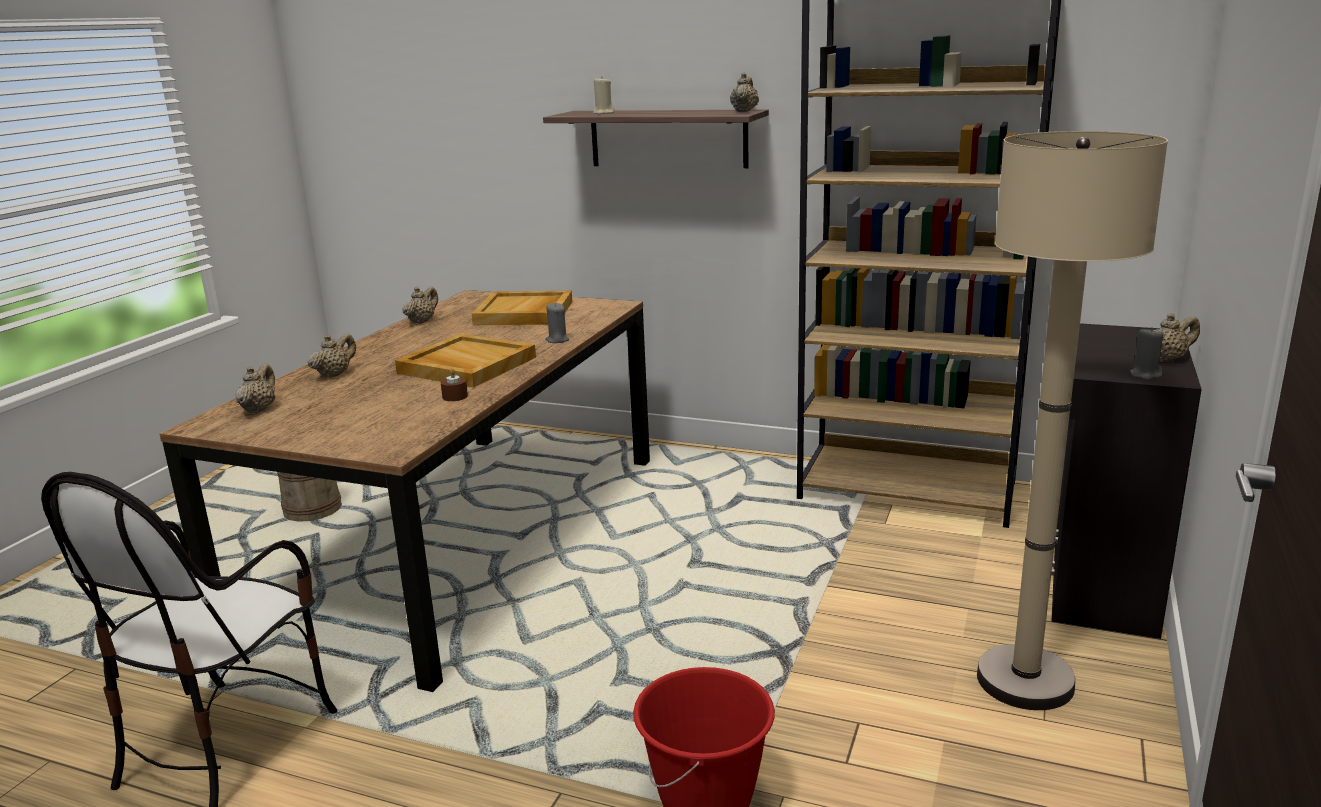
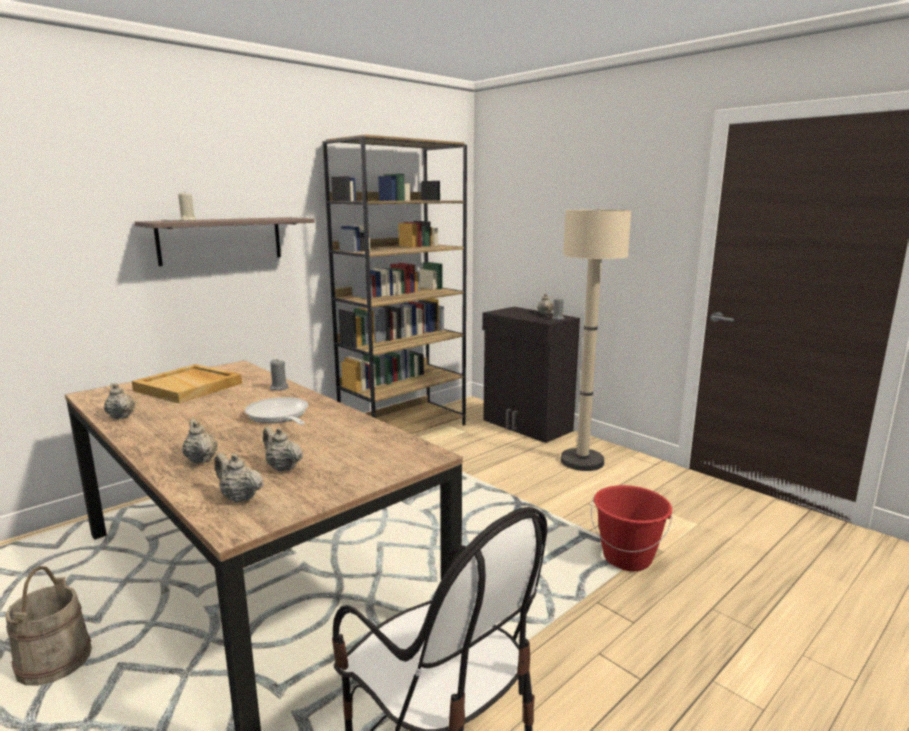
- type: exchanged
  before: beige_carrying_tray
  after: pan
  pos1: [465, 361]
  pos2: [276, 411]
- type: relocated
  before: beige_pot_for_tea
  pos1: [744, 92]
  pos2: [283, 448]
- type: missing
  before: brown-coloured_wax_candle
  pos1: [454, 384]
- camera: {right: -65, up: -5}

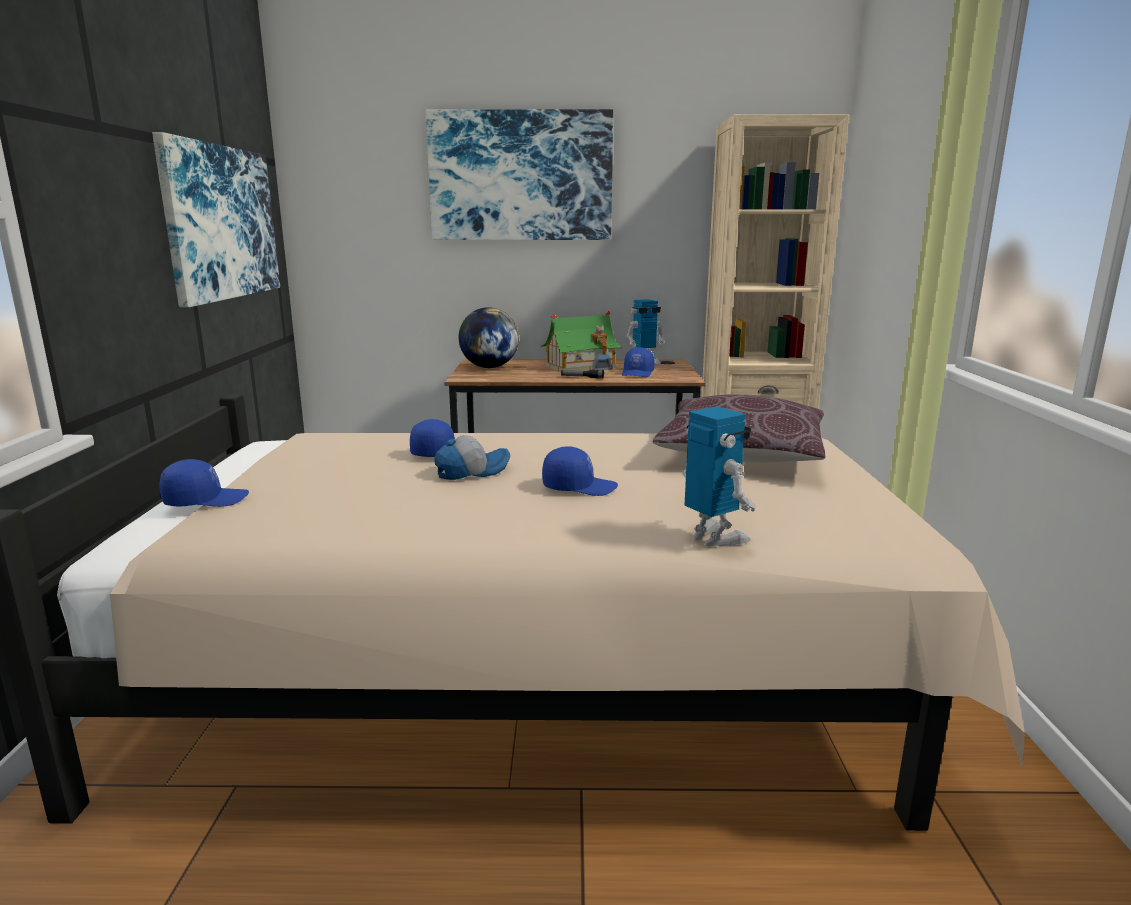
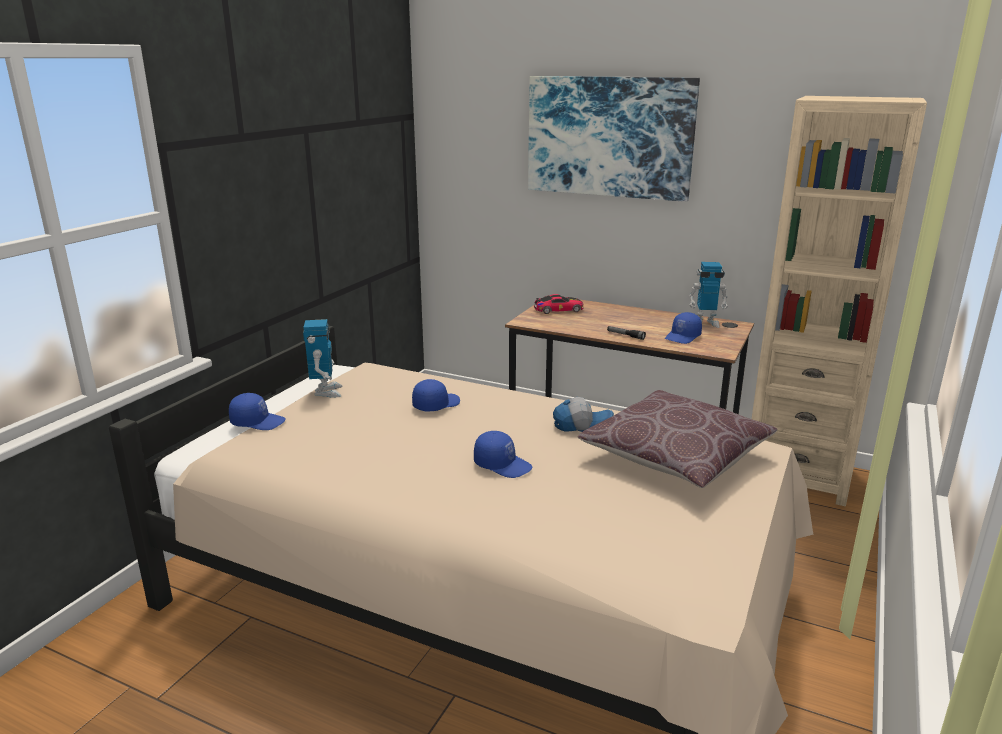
- type: relocated
  before: toy_robot
  pos1: [719, 476]
  pos2: [323, 358]
- type: exchanged
  before: world_globe
  after: toy_car
  pos1: [489, 337]
  pos2: [558, 304]
- type: relocated
  before: cap
  pos1: [472, 457]
  pos2: [583, 414]
- type: missing
  before: picture
  pos1: [216, 219]
- type: missing
  before: toy_house
  pos1: [581, 341]
- camera: {right: 25, up: 5}

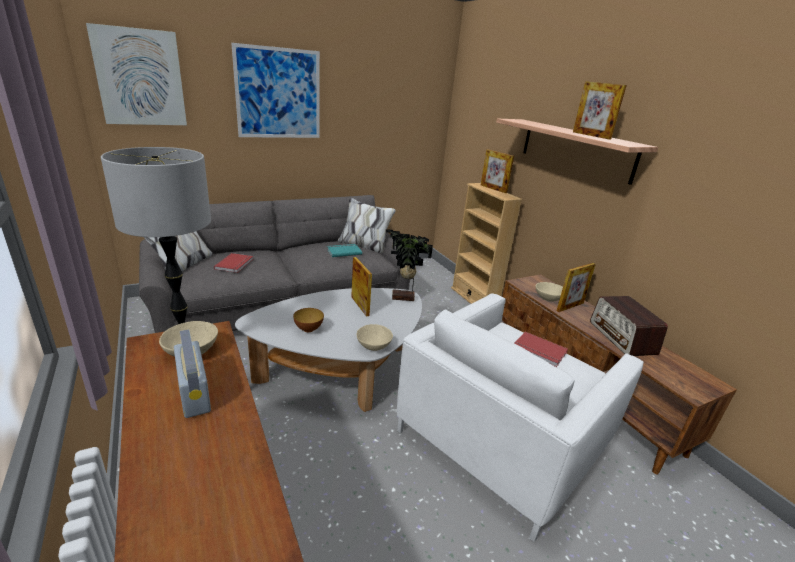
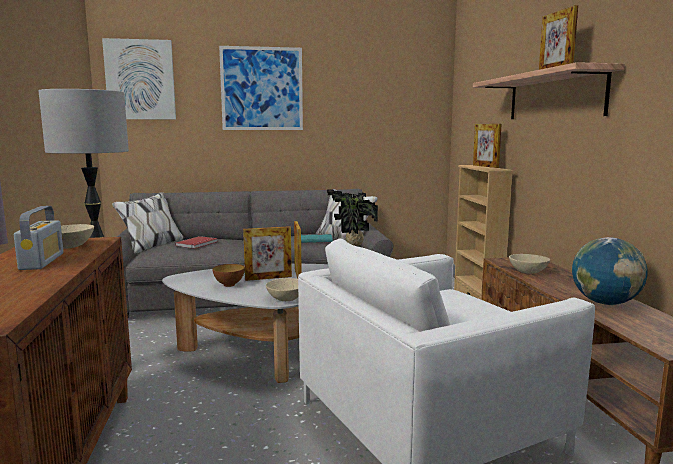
- type: relocated
  before: photo_frame
  pos1: [576, 287]
  pos2: [267, 253]
- type: exchanged
  before: radio_receiver
  after: world_globe
  pos1: [629, 326]
  pos2: [609, 271]
- type: missing
  before: red-coloured_book
  pos1: [541, 349]
- camera: {right: 20, up: -15}

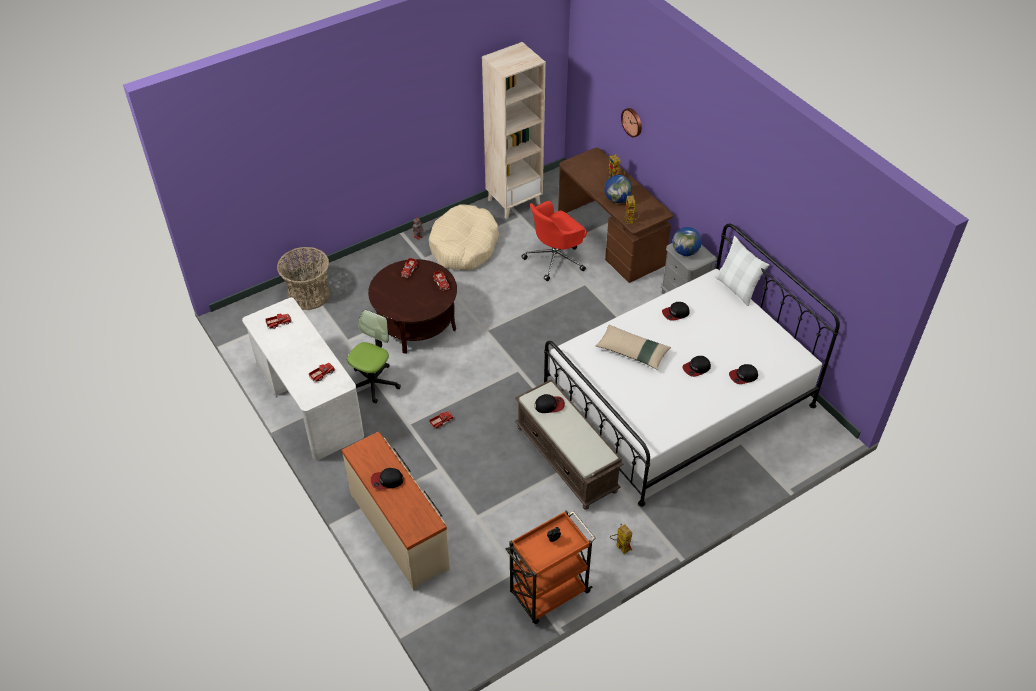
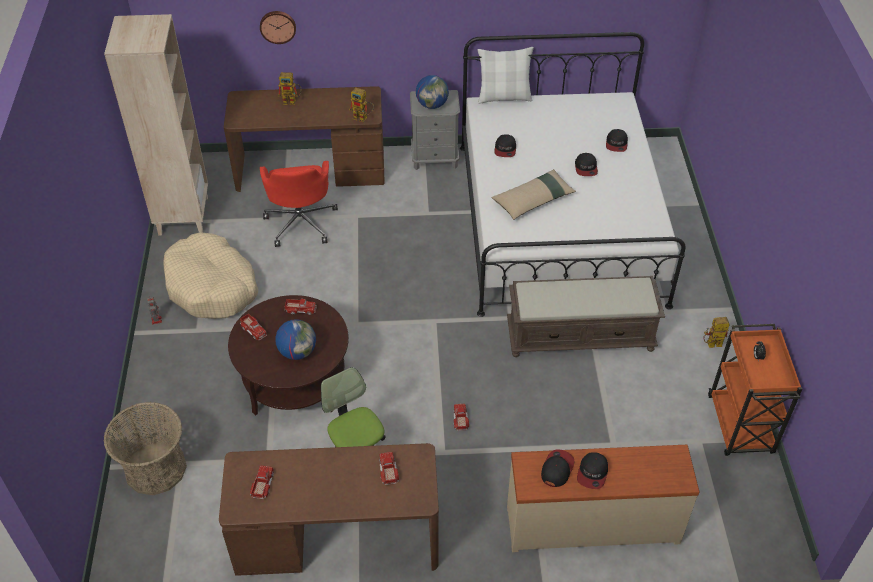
- type: colour
  before: whitish_desk_unit
  after: brown-coloured_desk_unit
  pos1: [303, 378]
  pos2: [329, 509]
- type: relocated
  before: world_globe
  pos1: [618, 189]
  pos2: [295, 339]
- type: relocated
  before: cap
  pos1: [550, 403]
  pos2: [557, 468]
- camera: {right: -60, up: 0}

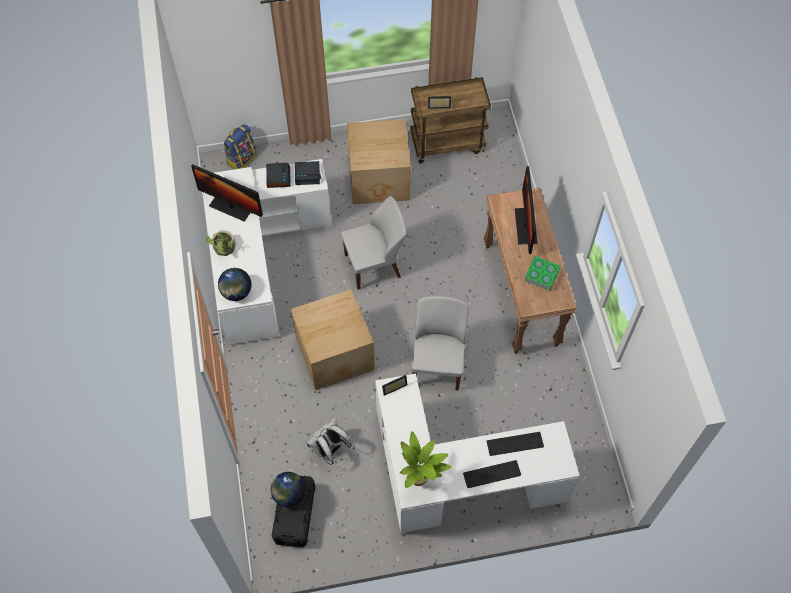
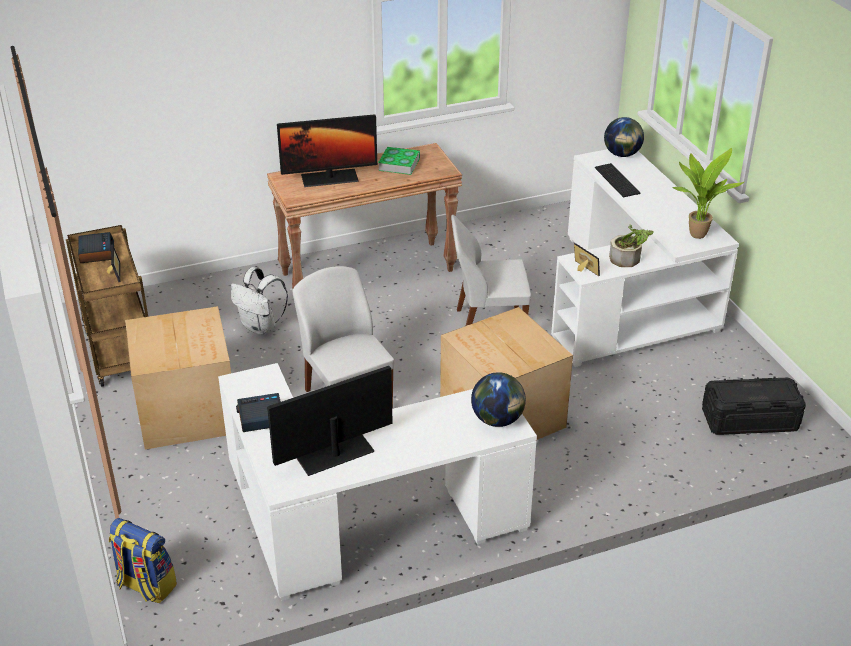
- type: relocated
  before: table_clock
  pos1: [308, 173]
  pos2: [96, 247]
- type: relocated
  before: whitish_rucksack
  pos1: [329, 441]
  pos2: [259, 301]
- type: spun
  before: computer_screen
  pos1: [227, 193]
  pos2: [330, 421]
  turn: -135
- type: relocated
  before: world_globe
  pos1: [288, 489]
  pos2: [624, 137]
- type: relocated
  before: plant_in_a_pot
  pos1: [221, 243]
  pos2: [631, 245]
- type: missing
  before: computer_keyboard
  pos1: [492, 474]
- camera: {right: -100, up: -25}

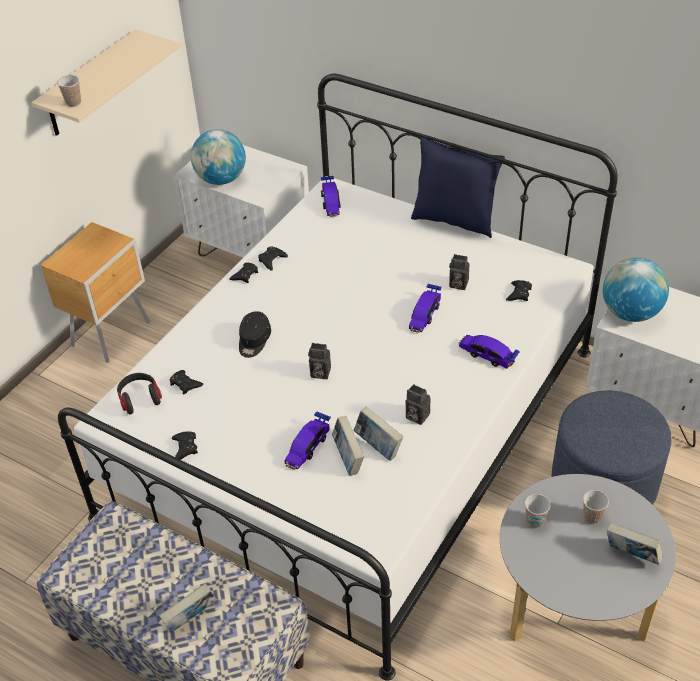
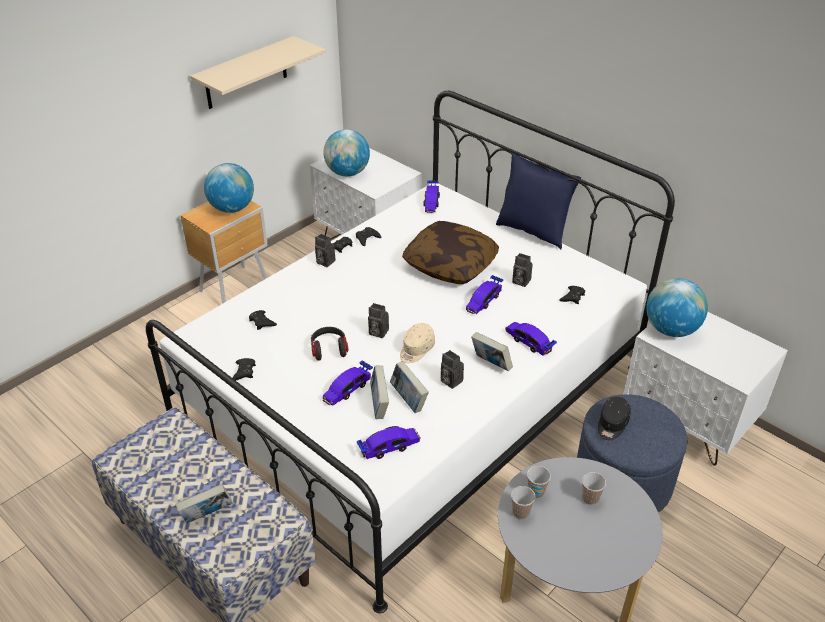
- type: appeared
  after: world_globe
  pos2: [229, 188]
- type: relocated
  before: headphones
  pos1: [139, 393]
  pos2: [329, 344]
- type: appeared
  after: still_camera
  pos2: [325, 250]
- type: appeared
  after: toy_car
  pos2: [389, 442]
- type: appeared
  after: beige_cap
  pos2: [417, 343]
- type: appeared
  after: pillow
  pos2: [450, 252]
- type: relocated
  before: book
  pos1: [634, 543]
  pos2: [492, 351]
- type: relocated
  before: drinking_cup
  pos1: [69, 91]
  pos2: [523, 502]
- type: relocated
  before: black_cap
  pos1: [255, 334]
  pos2: [614, 418]
- camera: {right: 10, up: -5}

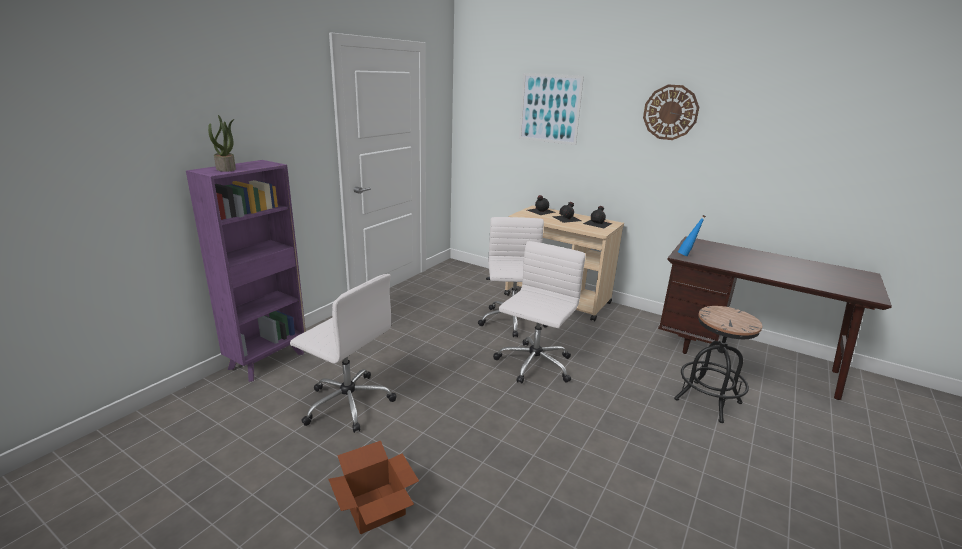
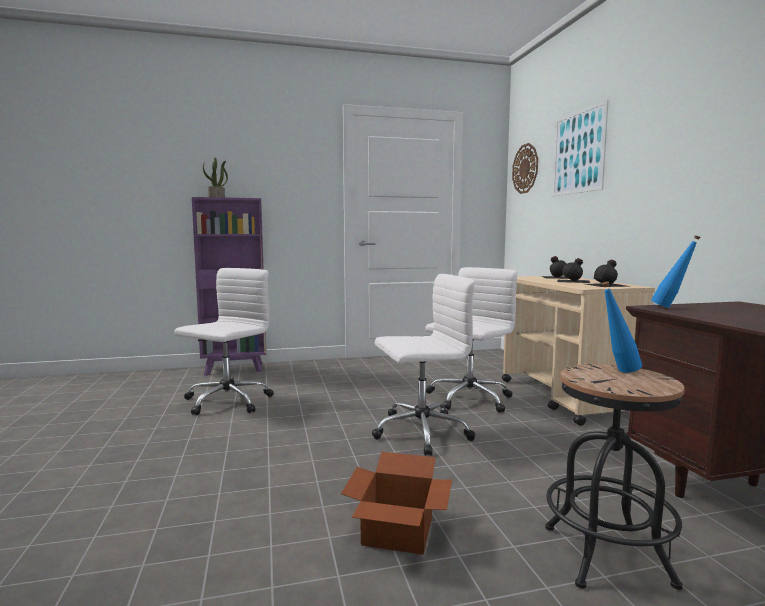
- type: spun
  before: whitish_desk_chair
  pos1: [343, 353]
  pos2: [223, 341]
  turn: -135
- type: relocated
  before: carton
  pos1: [373, 487]
  pos2: [396, 503]
- type: relocated
  before: clock_on_the_wall
  pos1: [671, 112]
  pos2: [525, 168]
- type: appeared
  after: blue-coloured_beverage_bottle
  pos2: [622, 327]
- camera: {right: 45, up: -15}

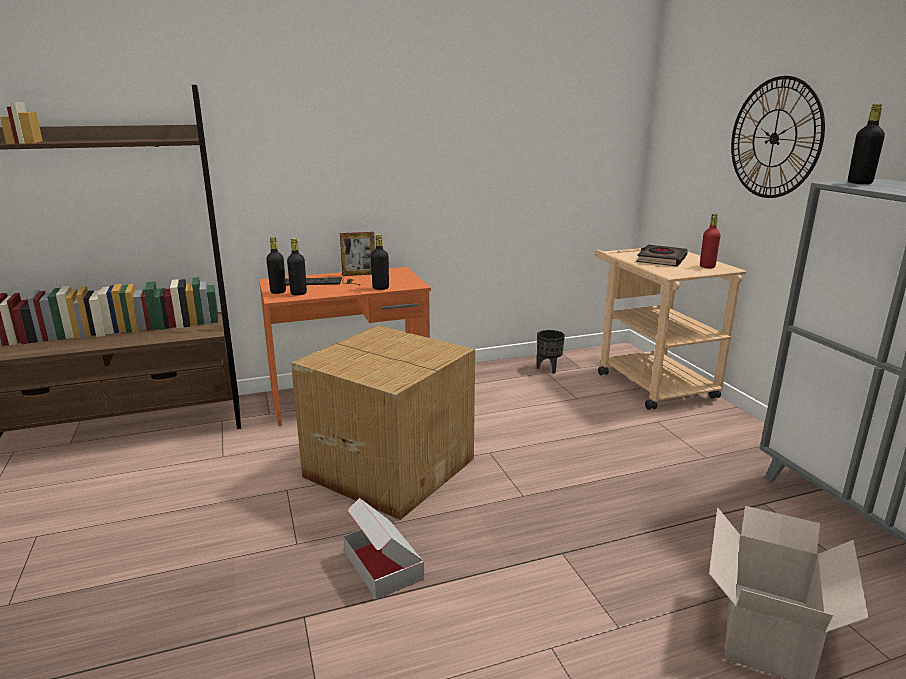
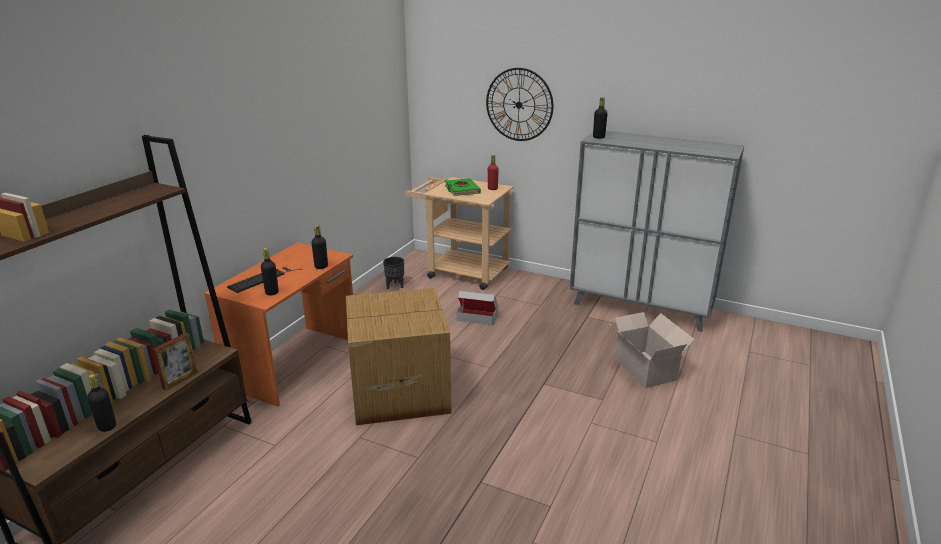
- type: relocated
  before: black_beverage_bottle
  pos1: [276, 265]
  pos2: [101, 403]
- type: relocated
  before: photo_frame
  pos1: [357, 254]
  pos2: [175, 361]
- type: colour
  before: black_book
  after: green_book
  pos1: [662, 255]
  pos2: [463, 187]
- type: relocated
  before: carton
  pos1: [384, 548]
  pos2: [477, 307]
- camera: {right: -45, up: 5}

